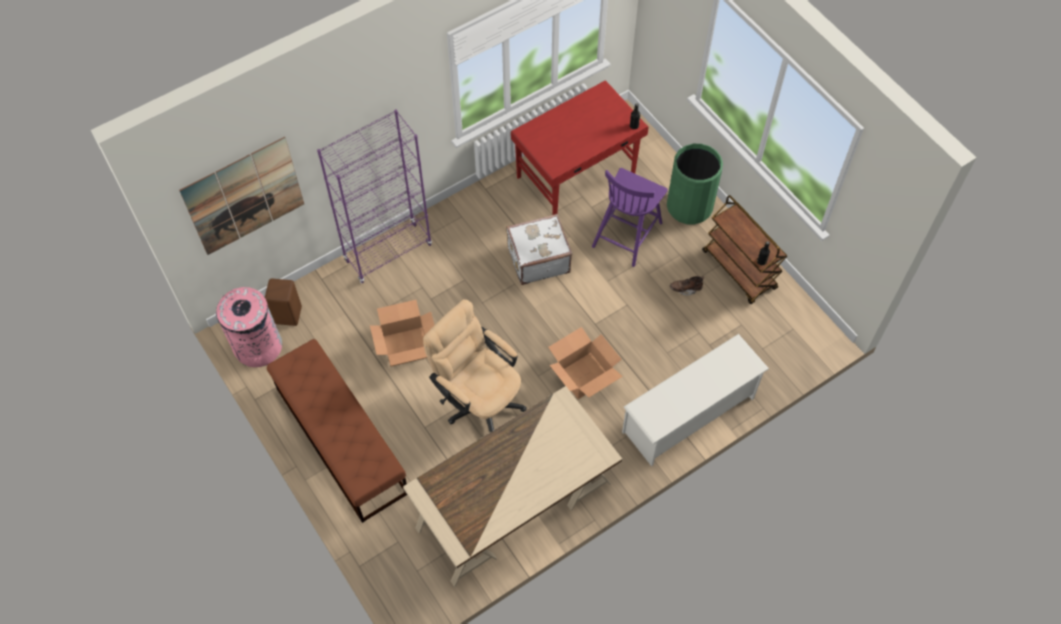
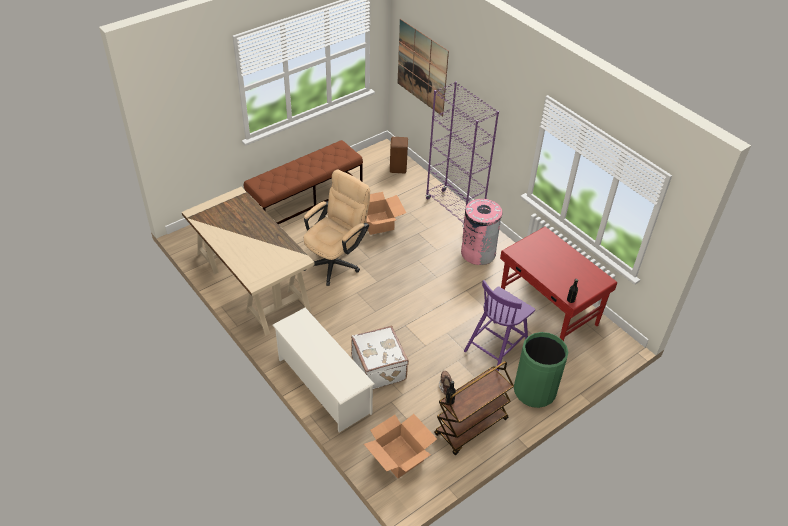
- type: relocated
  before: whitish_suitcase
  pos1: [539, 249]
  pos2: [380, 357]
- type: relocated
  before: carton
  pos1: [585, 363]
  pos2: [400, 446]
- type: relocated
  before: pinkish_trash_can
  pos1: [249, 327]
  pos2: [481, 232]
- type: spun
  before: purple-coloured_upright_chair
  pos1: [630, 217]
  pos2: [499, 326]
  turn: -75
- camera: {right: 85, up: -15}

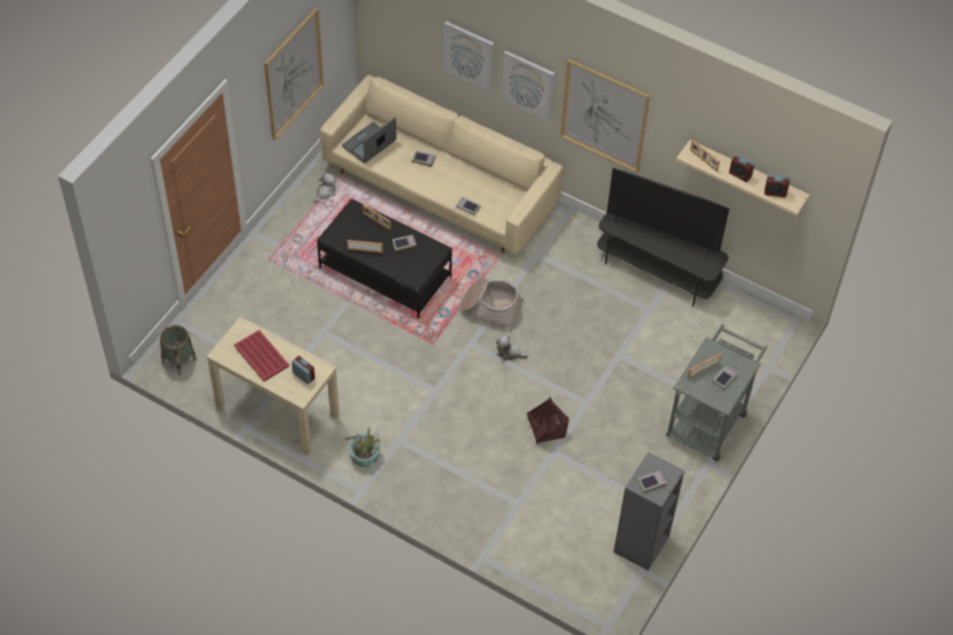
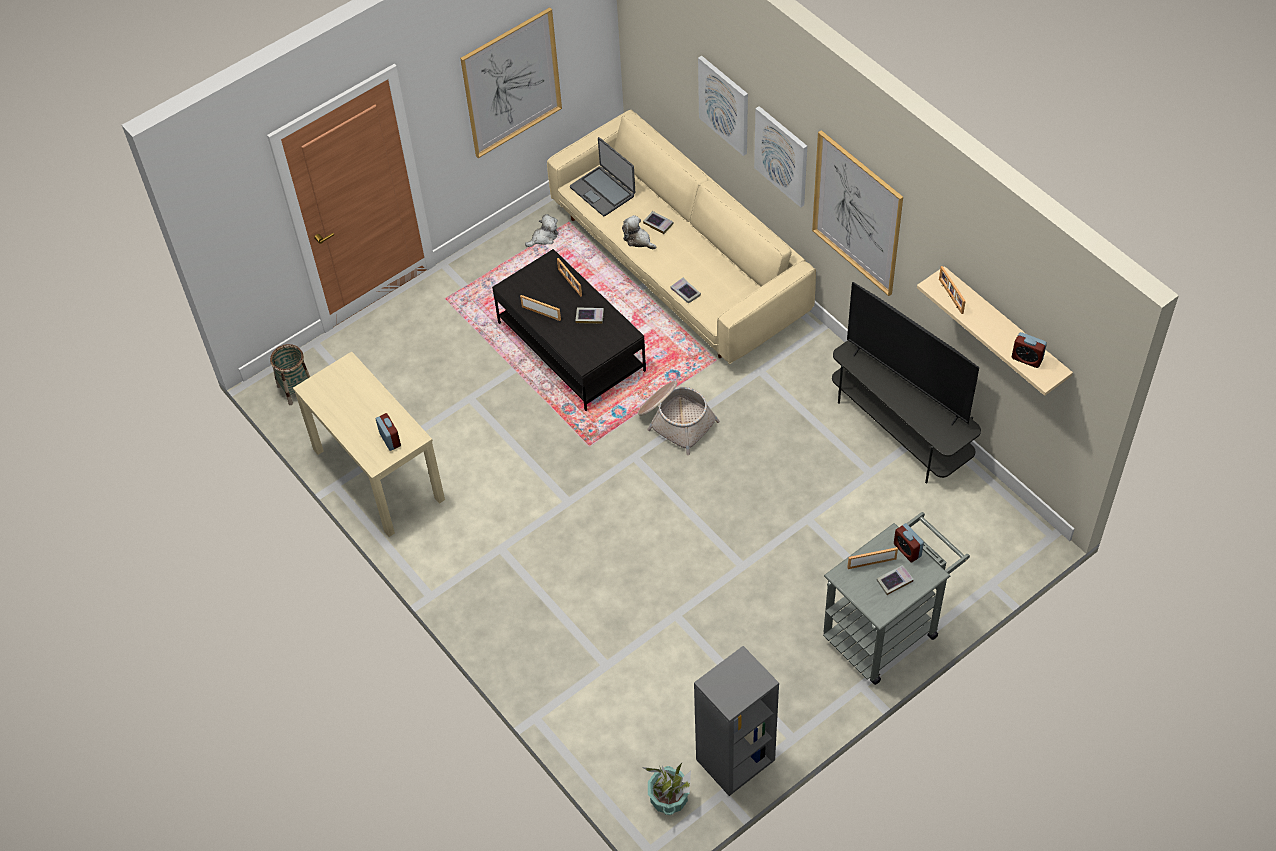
- type: spun
  before: notebook_computer
  pos1: [369, 140]
  pos2: [602, 176]
  turn: -105
- type: relocated
  before: soft_toy
  pos1: [512, 347]
  pos2: [639, 232]
- type: relocated
  before: plant_in_a_pot
  pos1: [362, 447]
  pos2: [666, 789]
- type: relocated
  before: table_clock
  pos1: [742, 168]
  pos2: [909, 543]
- type: missing
  before: red-coloured_carrying_tray
  pos1: [261, 355]
- type: missing
  before: storage_basket
  pos1: [548, 421]
- type: missing
  before: book
  pos1: [652, 482]
- camera: {right: 25, up: 0}

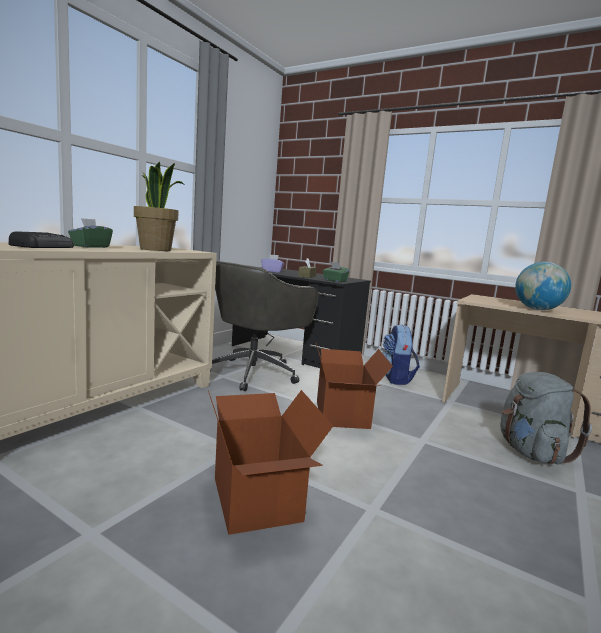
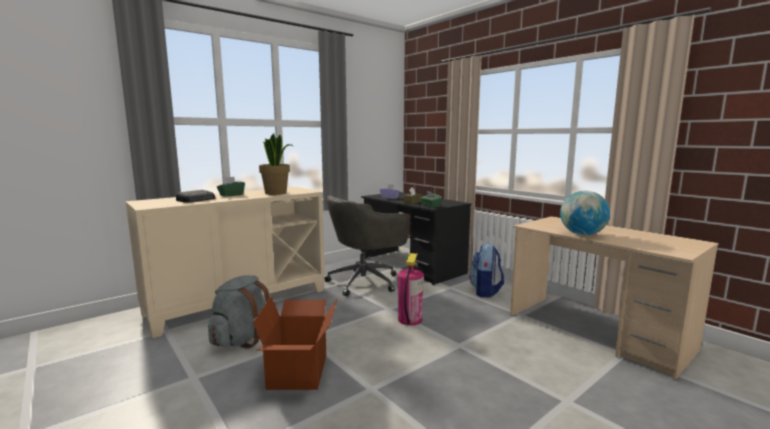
- type: relocated
  before: grey_rucksack
  pos1: [546, 418]
  pos2: [239, 312]
- type: exchanged
  before: carton
  after: fire_extinguisher
  pos1: [354, 386]
  pos2: [410, 289]
- camera: {right: 20, up: 0}

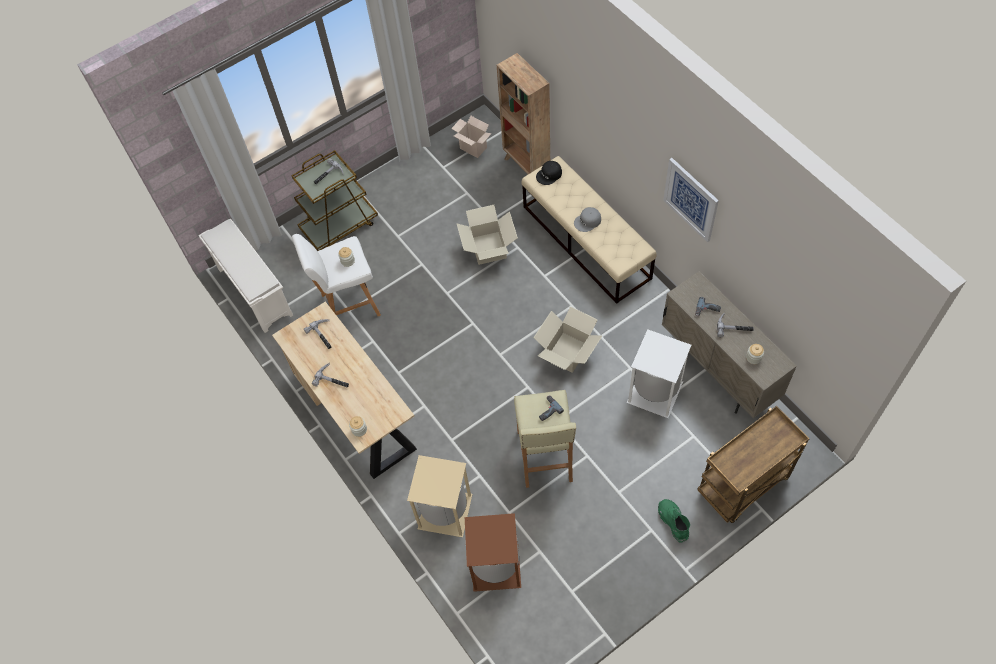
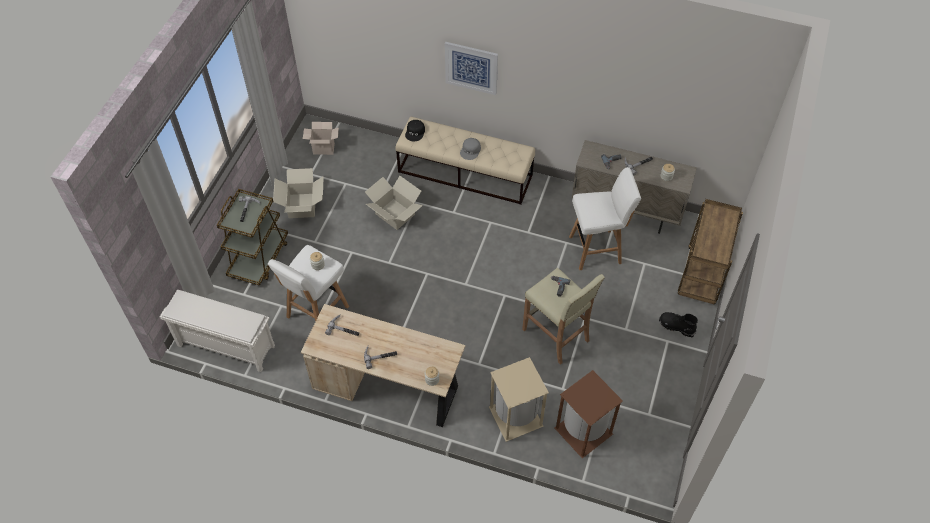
- type: relocated
  before: carton
  pos1: [567, 339]
  pos2: [298, 193]
- type: relocated
  before: picture
  pos1: [691, 200]
  pos2: [471, 68]
- type: exchanged
  before: whitish_trash_can
  after: whitish_sitting_stool
  pos1: [659, 373]
  pos2: [605, 218]
- type: colour
  before: green_tall_boot
  after: black_tall_boot
  pos1: [674, 521]
  pos2: [678, 325]
- type: missing
  before: brown-coloured_shelving_unit
  pos1: [523, 113]
- camera: {right: -40, up: -5}

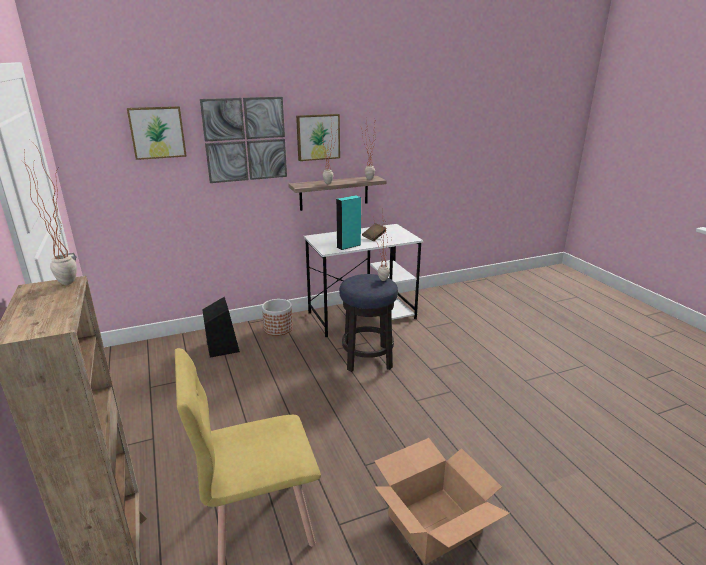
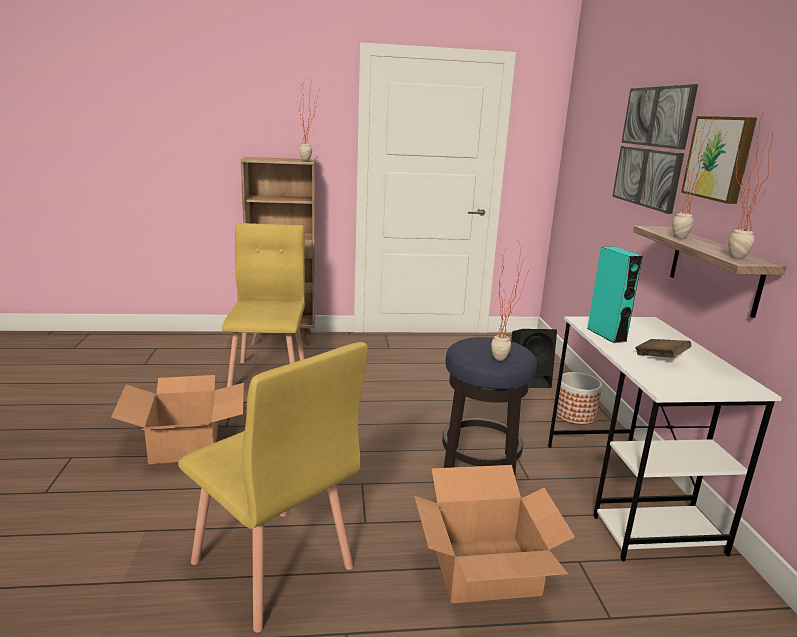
- type: appeared
  after: yellow_upright_chair
  pos2: [273, 487]
- type: appeared
  after: carton
  pos2: [494, 534]
- type: missing
  before: picture
  pos1: [157, 133]
- camera: {right: 105, up: -5}

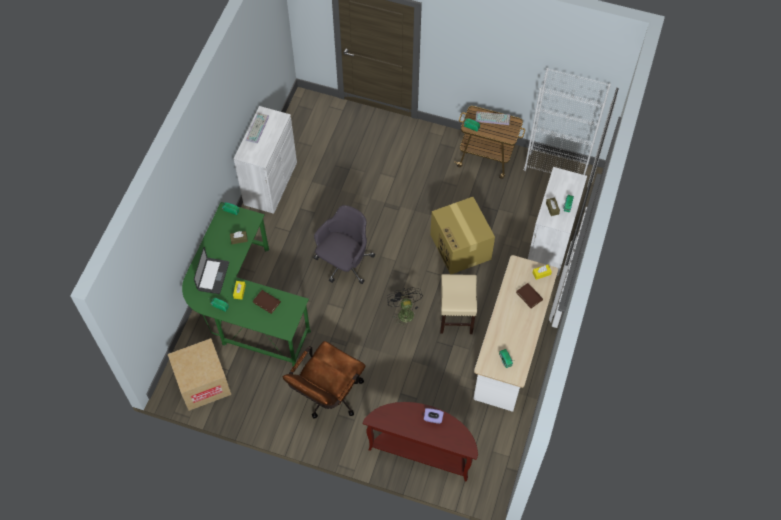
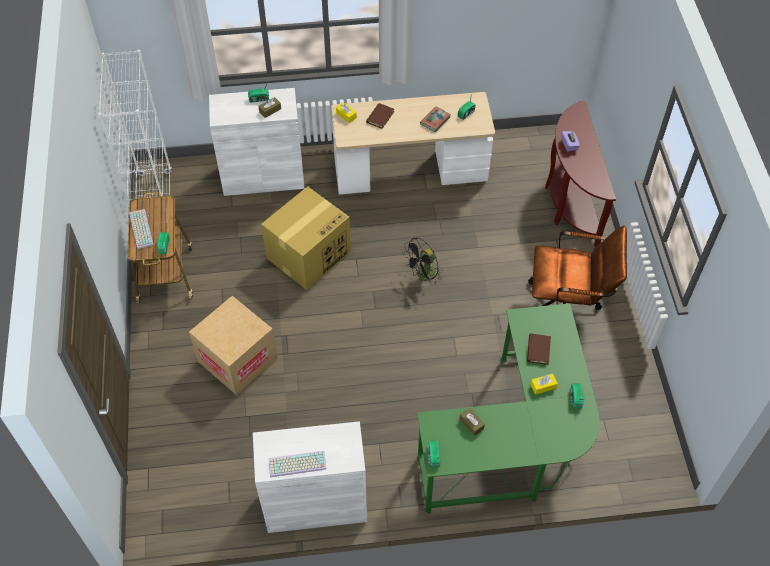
- type: relocated
  before: carton
  pos1: [199, 374]
  pos2: [233, 345]
- type: appeared
  after: book
  pos2: [435, 119]
- type: missing
  before: notebook_computer
  pos1: [211, 270]
- type: missing
  before: grey_desk_chair
  pos1: [344, 244]
- type: missing
  before: beige_sitting_stool
  pos1: [458, 304]
- camera: {right: -115, up: -5}

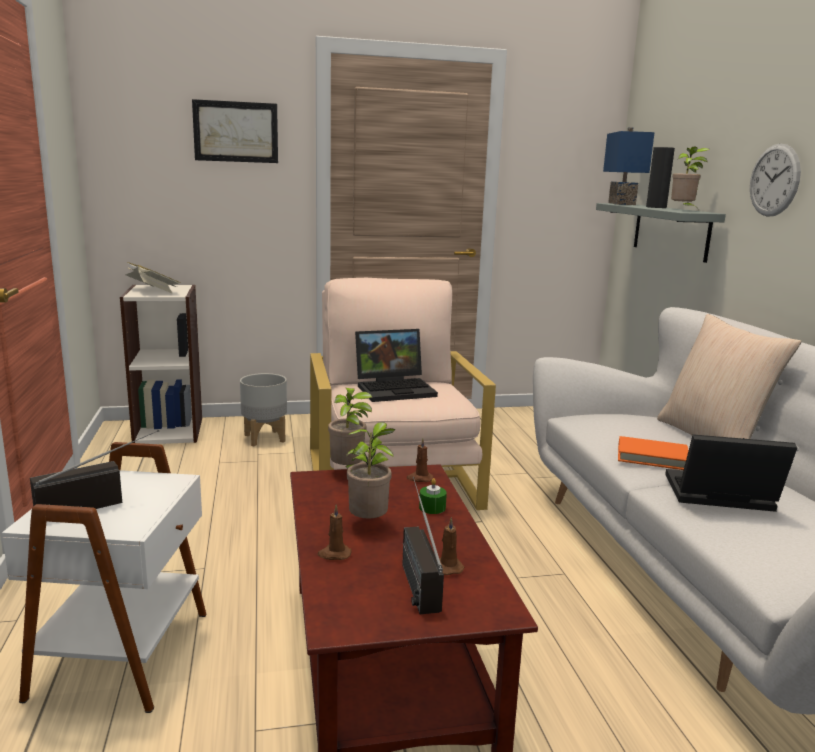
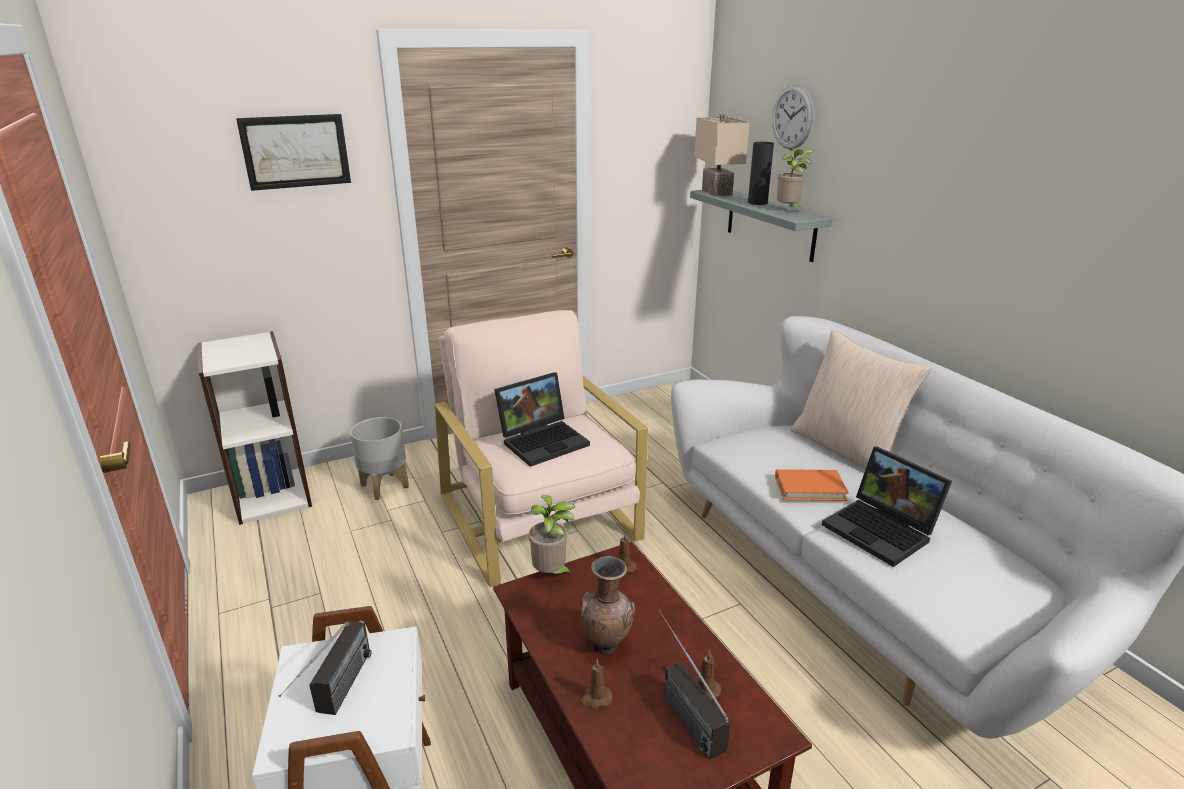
- type: spun
  before: radio_receiver
  pos1: [94, 469]
  pos2: [325, 668]
  turn: 150
- type: exchanged
  before: plant_in_a_pot
  after: brown-coloured_decorative_vase
  pos1: [371, 470]
  pos2: [607, 605]
- type: colour
  before: blue-coloured_table_lamp
  after: beige_table_lamp
  pos1: [629, 166]
  pos2: [722, 155]
- type: relocated
  before: clock_on_the_wall
  pos1: [775, 180]
  pos2: [793, 117]
- type: spun
  before: notebook_computer
  pos1: [731, 473]
  pos2: [887, 506]
  turn: -120
- type: missing
  before: book
  pos1: [153, 278]
- type: missing
  before: green_wax_candle
  pos1: [433, 496]
- camera: {right: -15, up: 10}

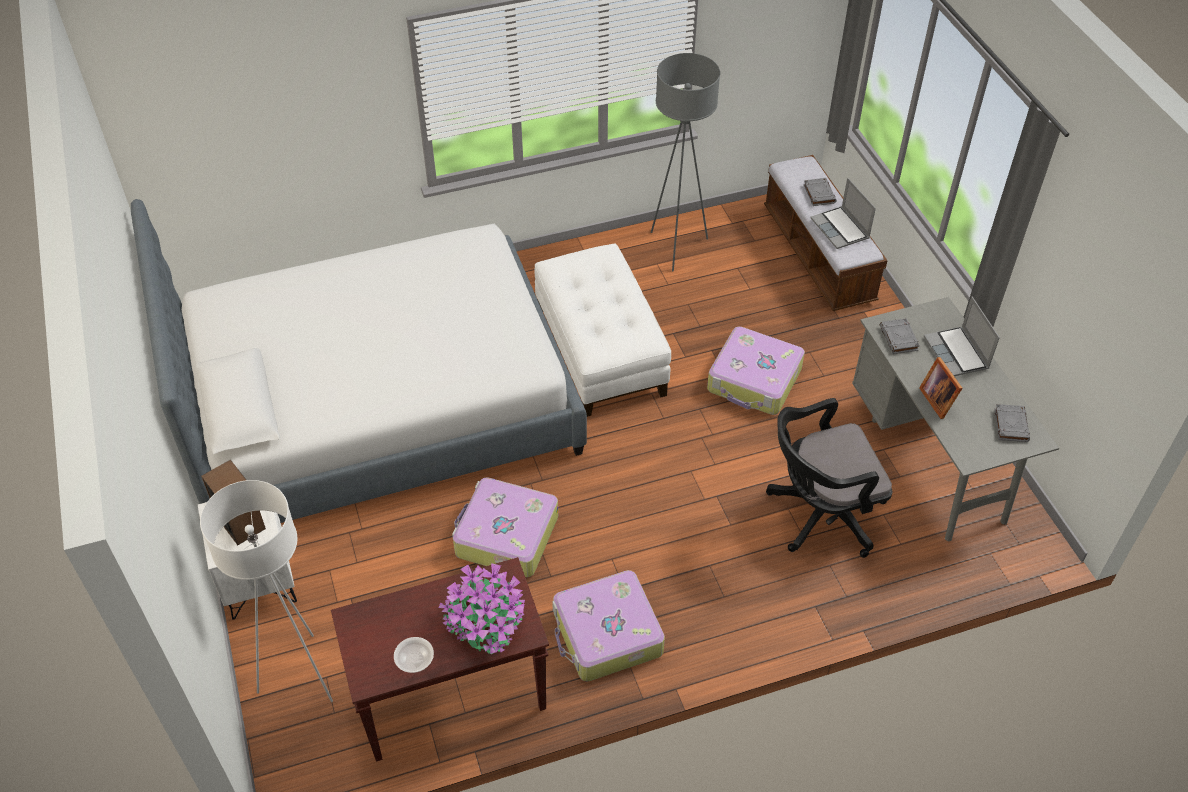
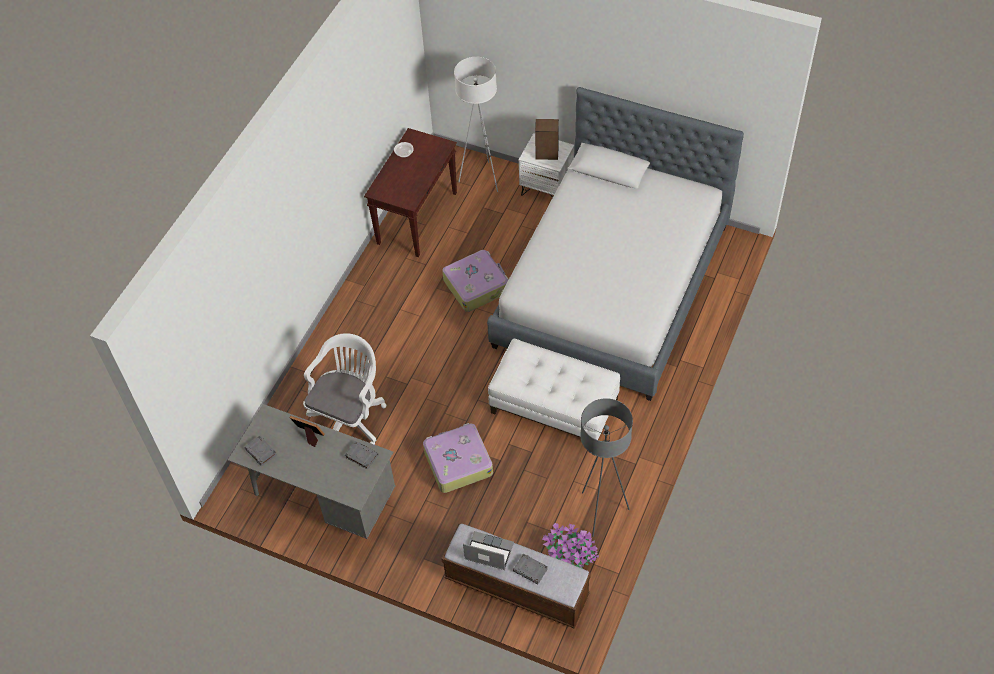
- type: colour
  before: black_desk_chair
  after: whitish_desk_chair
  pos1: [829, 478]
  pos2: [344, 389]
- type: relocated
  before: plant_in_a_pot
  pos1: [481, 608]
  pos2: [570, 546]
- type: missing
  before: suitcase
  pos1: [608, 626]
- type: missing
  before: notebook_computer
  pos1: [962, 336]
- camera: {right: 135, up: 5}

